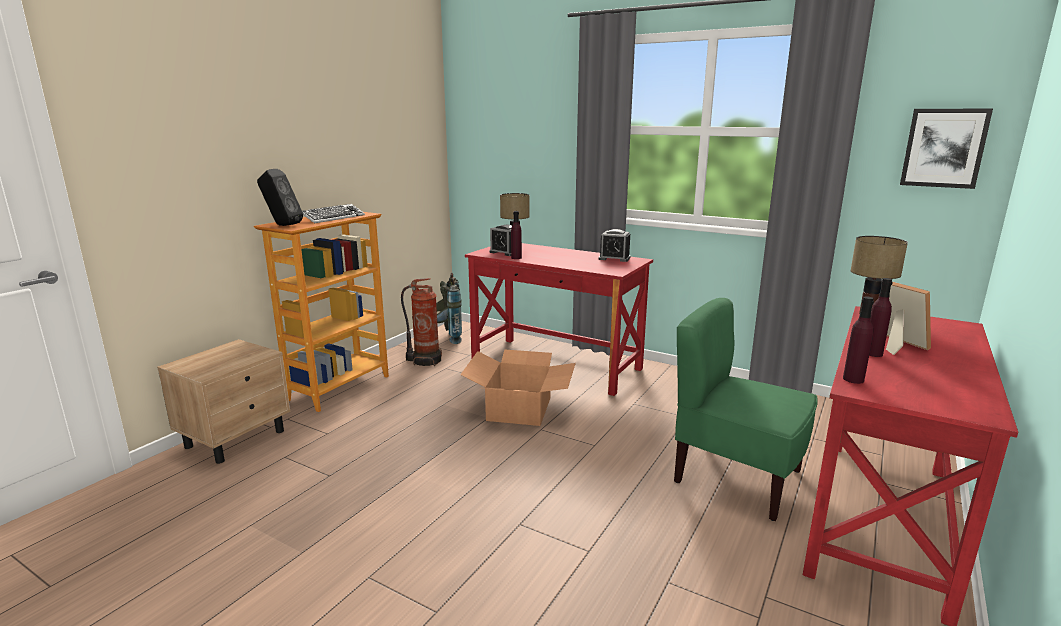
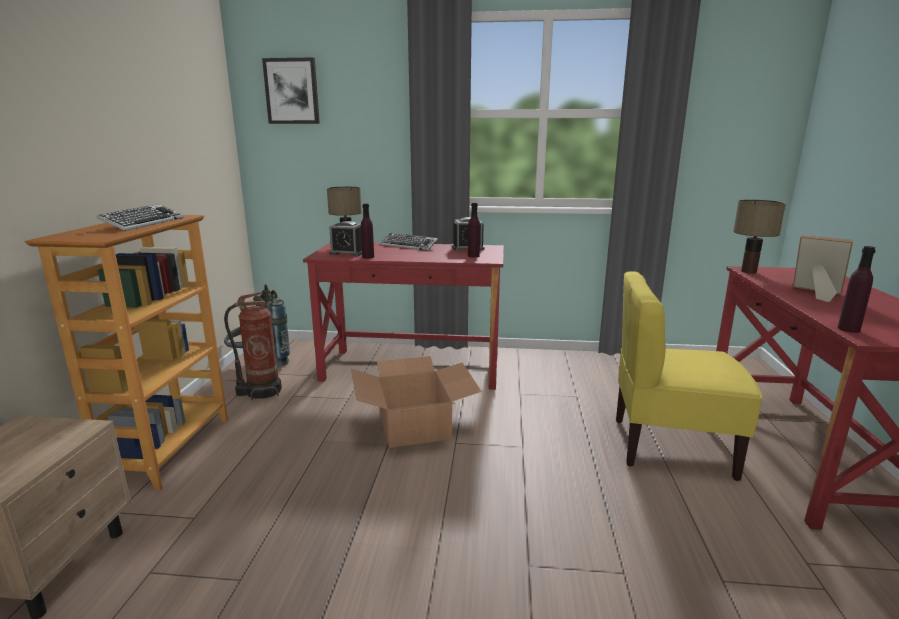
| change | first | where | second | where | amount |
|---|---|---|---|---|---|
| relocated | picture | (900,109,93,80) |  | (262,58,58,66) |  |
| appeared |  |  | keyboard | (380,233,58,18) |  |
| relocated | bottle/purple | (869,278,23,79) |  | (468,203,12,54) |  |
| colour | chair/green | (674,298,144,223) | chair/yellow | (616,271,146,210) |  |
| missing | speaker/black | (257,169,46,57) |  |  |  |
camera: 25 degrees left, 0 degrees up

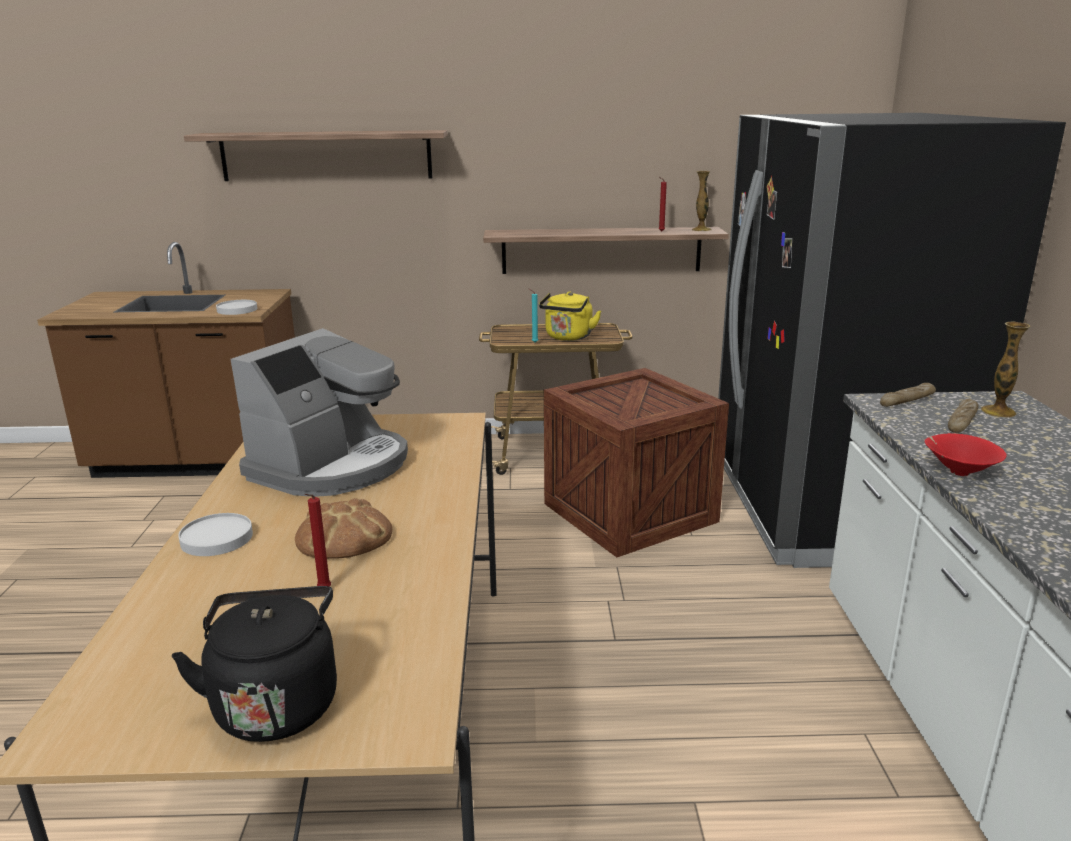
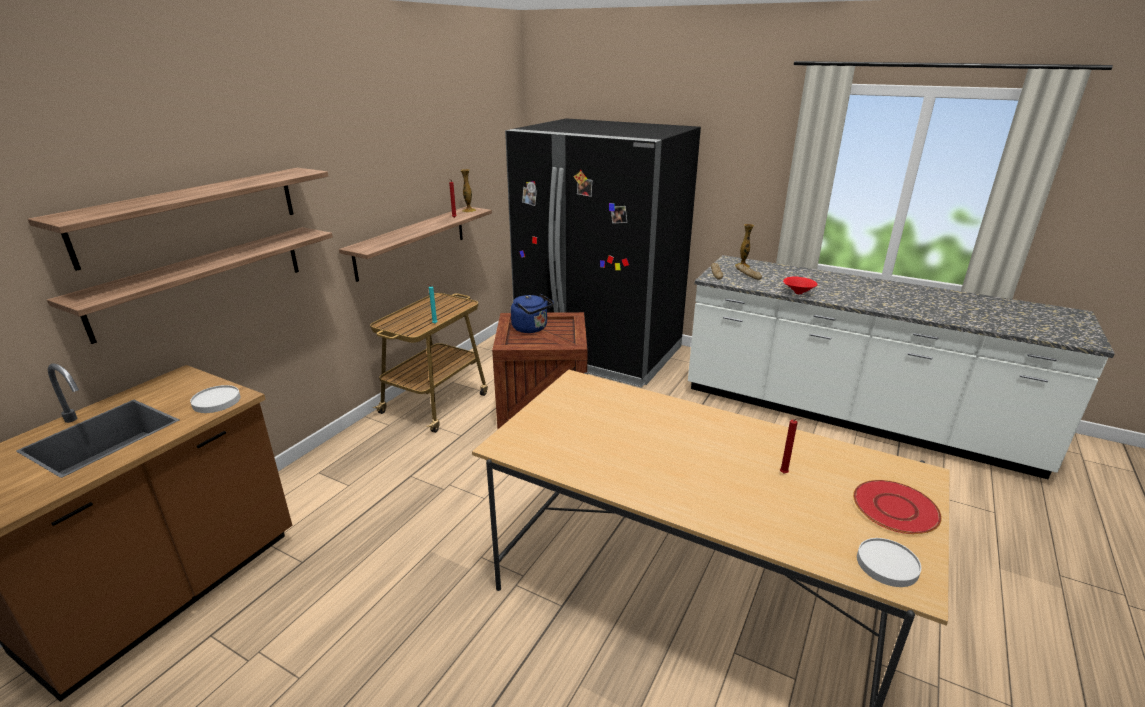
| change | first | where | second | where | amount |
|---|---|---|---|---|---|
| appeared |  |  | shelf | (47,227,286,117) |  |
| appeared |  |  | kettle/blue | (511,294,43,39) |  |
| exchanged | kettle/black | (172,586,165,156) | plate/red | (853,480,89,54) |  |
| relocated | plate/white | (178,513,75,43) |  | (857,538,64,49) |  |
| missing | coffee machine | (231,328,177,169) |  |  |  |
| missing | bread | (295,498,97,61) |  |  |  |
| missing | kettle/yellow | (539,291,62,50) |  |  |  |
camera: 60 degrees left, 5 degrees up

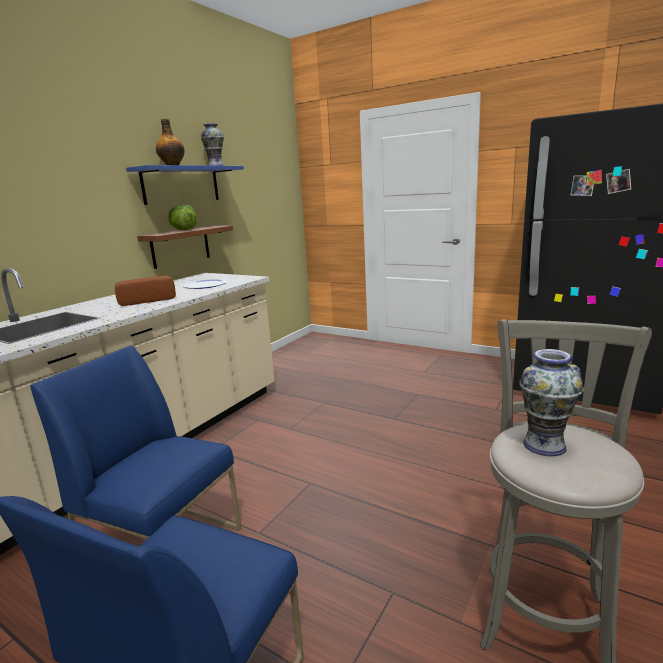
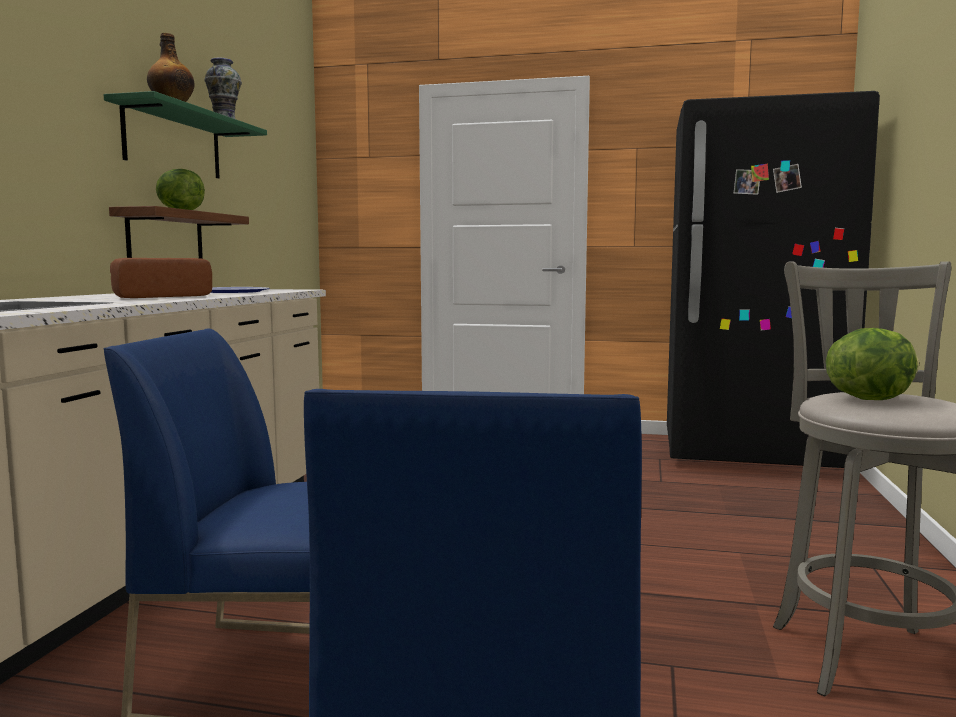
| change | first | where | second | where | amount |
|---|---|---|---|---|---|
| colour | shelf/blue | (126,165,118,40) | shelf/green | (104,91,163,88) |  |
| exchanged | vase | (519,349,65,107) | lettuce | (826,328,93,72) |  |
camera: 20 degrees left, 10 degrees down

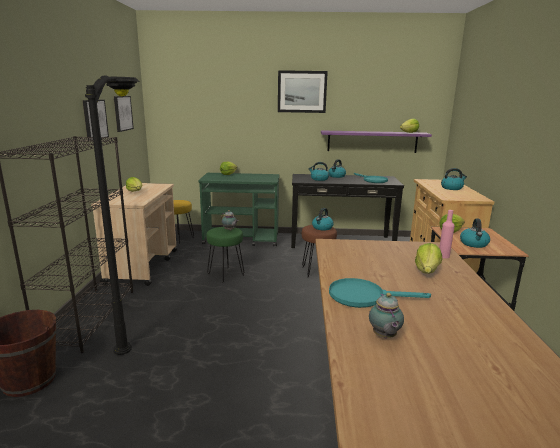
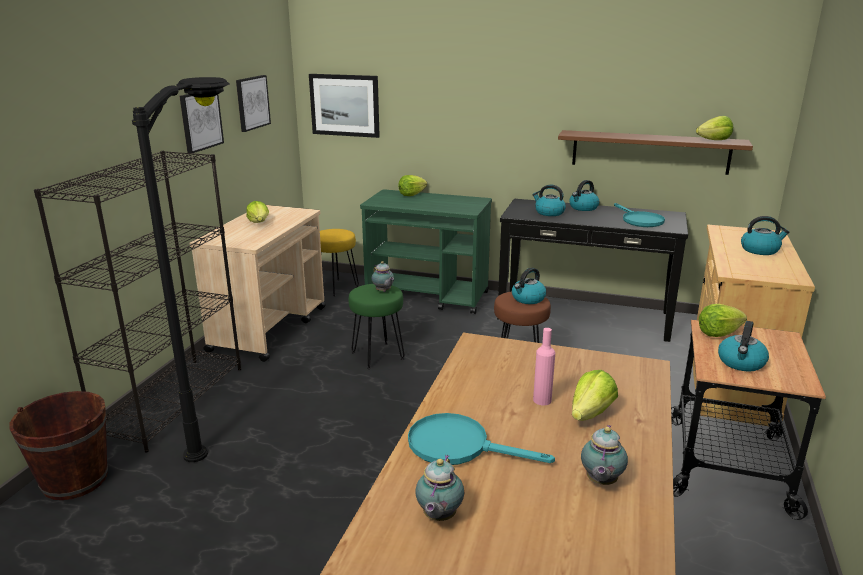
| change | first | where | second | where | amount |
|---|---|---|---|---|---|
| relocated | picture | (278,70,50,43) |  | (309,74,71,64) |  |
| relocated | bottle/pink | (439,210,16,48) |  | (533,328,22,77) |  |
| colour | shelf/purple | (321,130,111,23) | shelf/brown | (558,130,195,45) |  |
| appeared |  |  | teapot | (581,425,47,60) |  |
camera: 15 degrees right, 5 degrees up

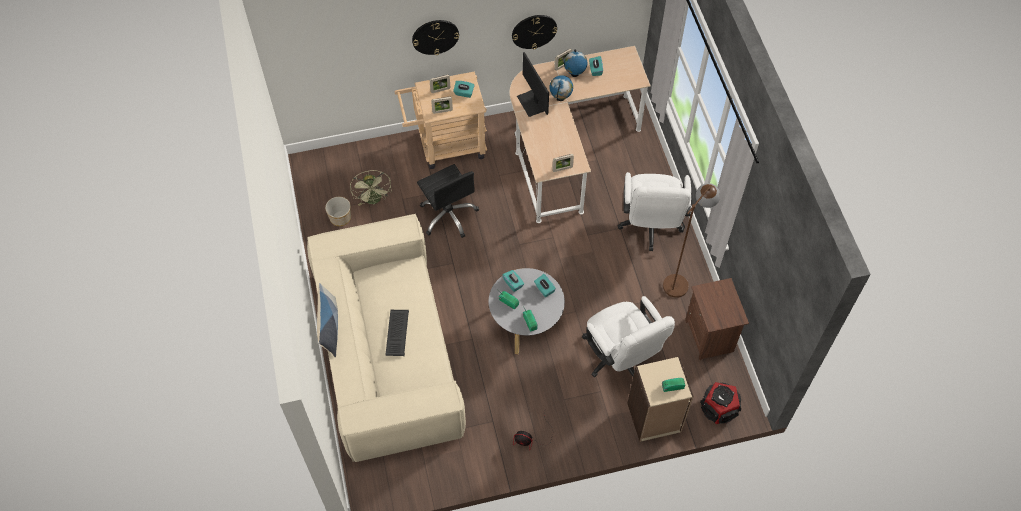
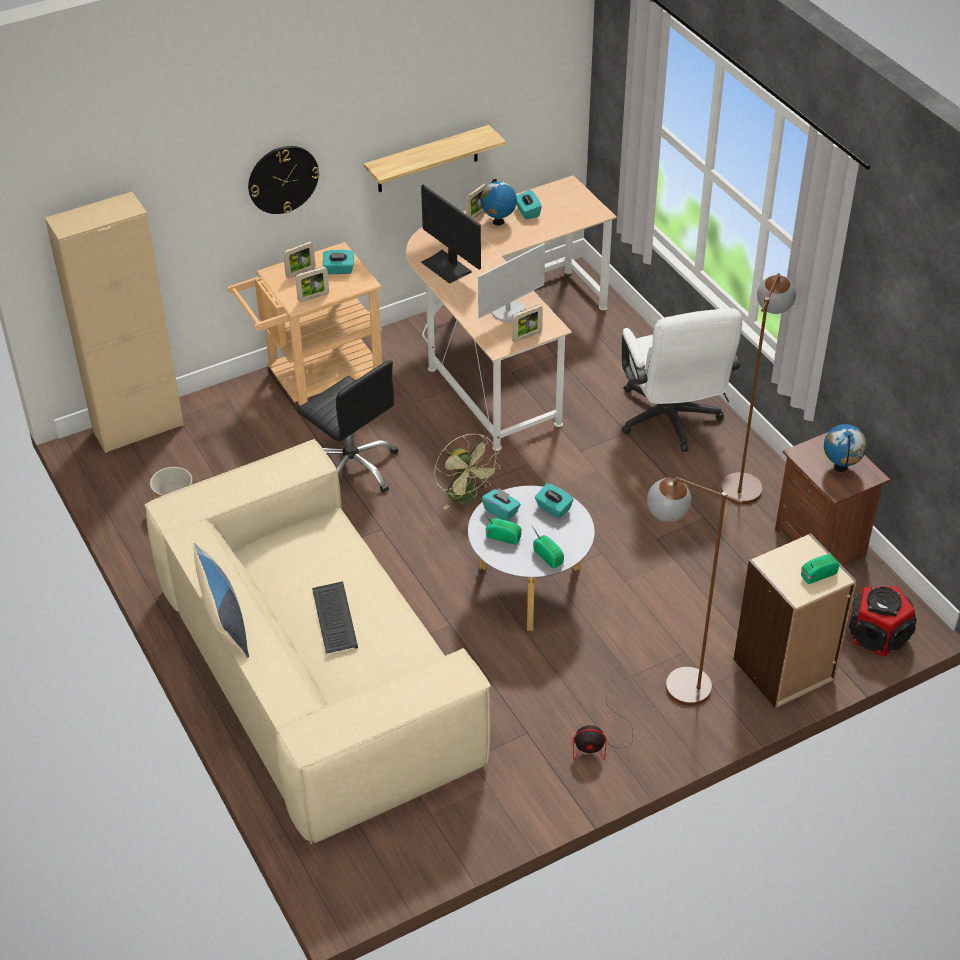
| change | first | where | second | where | amount |
|---|---|---|---|---|---|
| appeared |  |  | cabinet/beige | (45,192,139,261) |  |
| exchanged | wall clock | (512,15,45,34) | shelf | (364,125,142,67) |  |
| relocated | fan/green | (350,170,41,36) |  | (434,434,67,76) |  |
| appeared |  |  | monitor | (478,243,67,79) |  |
| appeared |  |  | floor lamp/brown | (647,477,96,229) |  |
| relocated | globe | (550,75,23,26) |  | (824,424,43,48) |  |
| missing | office chair/white | (582,296,93,82) |  |  |  |
camera: 15 degrees left, 15 degrees down

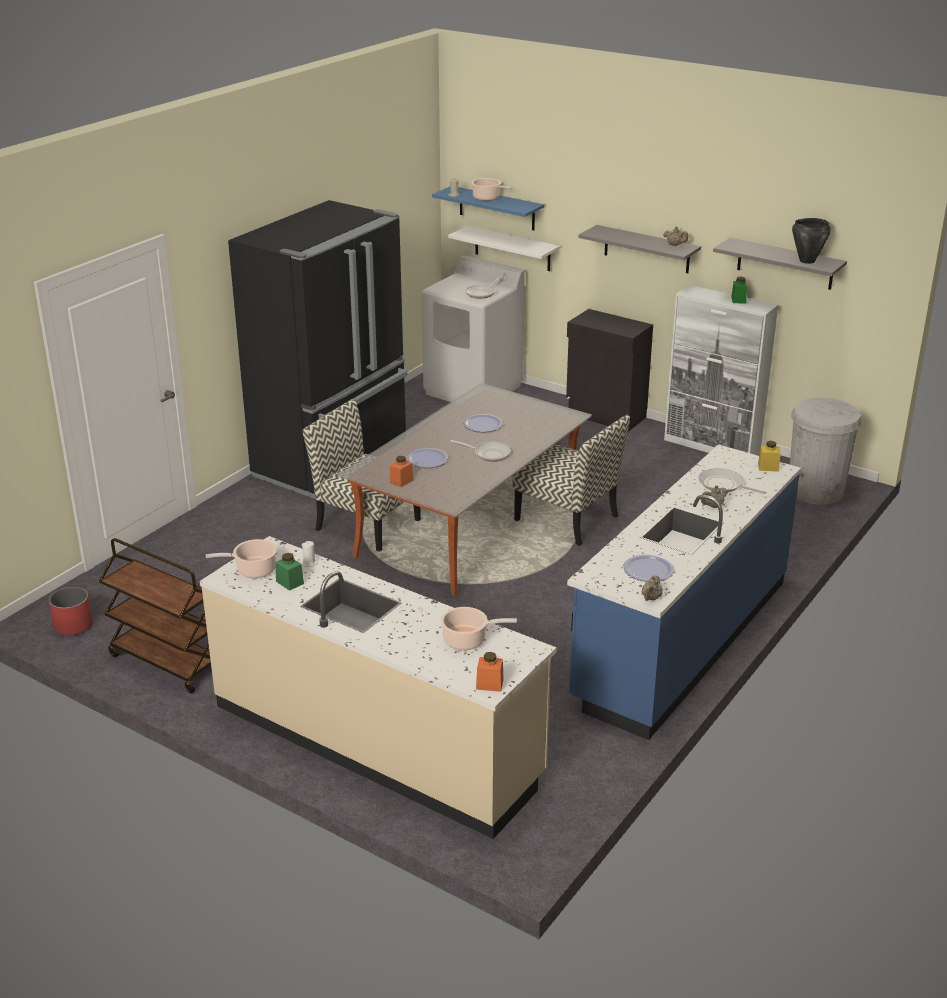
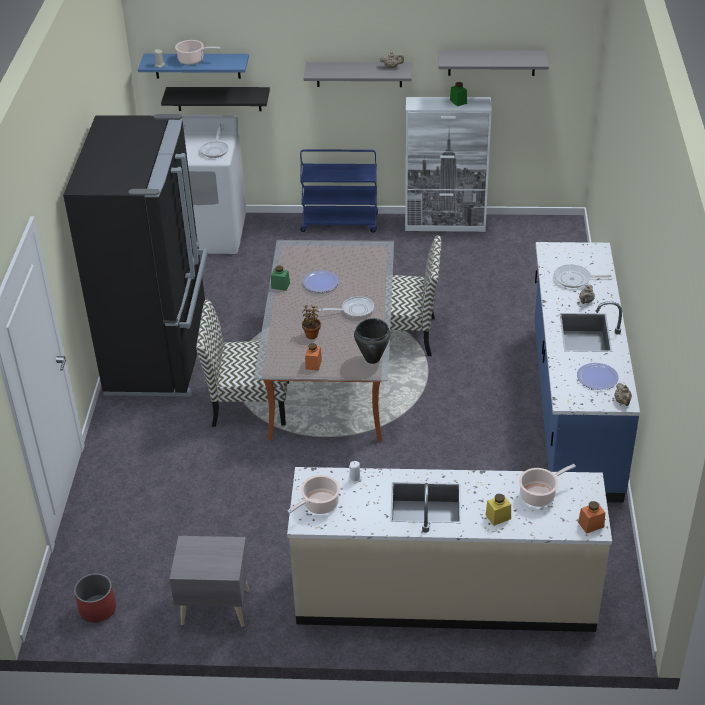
| change | first | where | second | where | amount |
|---|---|---|---|---|---|
| colour | shelf/white | (448,226,112,45) | shelf/black | (161,87,109,24) |  |
| exchanged | cart/brown | (99,538,112,155) | nightstand/grey | (170,536,80,91) |  |
| relocated | jar/green | (275,553,29,38) |  | (271,265,19,26) |  |
| exchanged | cabinet/black | (566,309,87,123) | cart/blue | (300,149,78,84) |  |
| exchanged | plate | (407,448,41,20) | potted plant | (302,305,19,34) |  |
| relocated | cooking pot/black | (792,218,39,46) |  | (354,318,36,46) |  |
| relocated | jar/yellow | (758,441,23,31) |  | (485,494,26,32) |  |
| missing | trash can/white | (790,398,72,107) |  |  |  |
camera: 30 degrees left, 10 degrees up

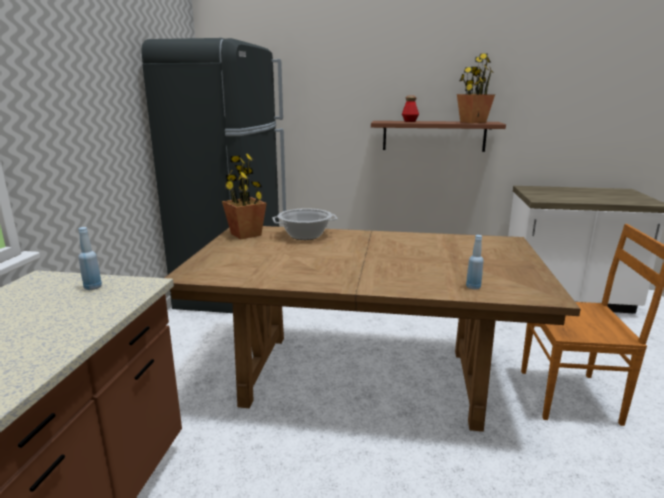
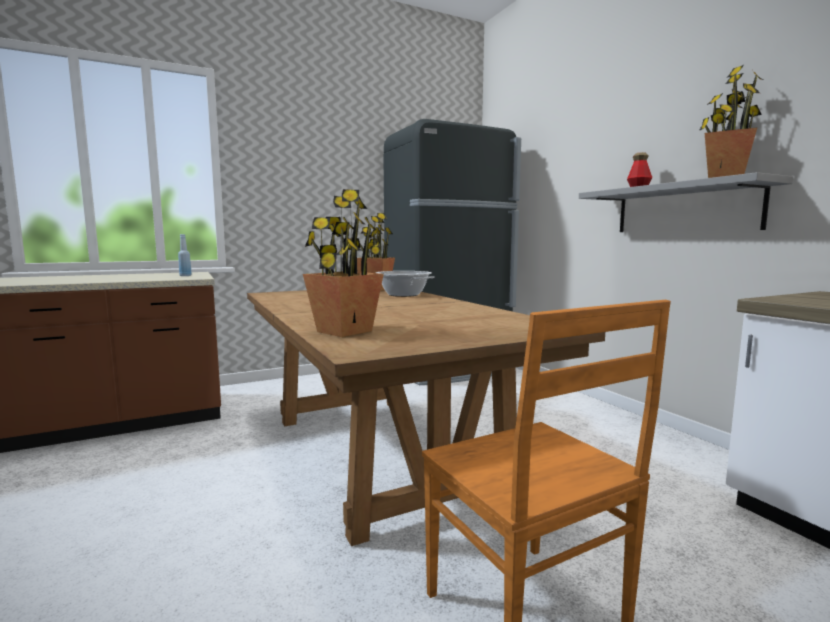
| change | first | where | second | where | amount |
|---|---|---|---|---|---|
| exchanged | bottle/blue | (466,235,18,55) | potted plant | (303,189,81,148) |  |
| colour | shelf/brown | (371,121,135,31) | shelf/grey | (579,172,214,60) |  |
camera: 55 degrees right, 10 degrees down

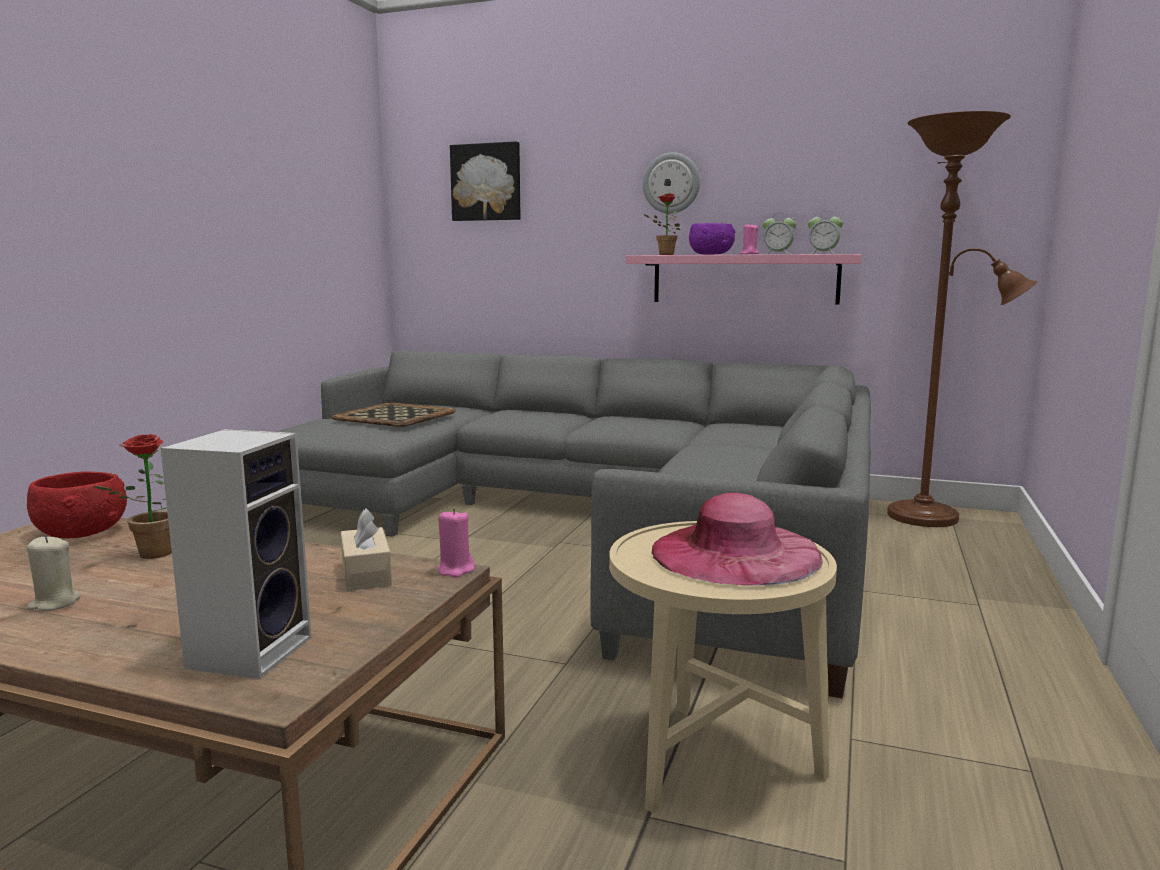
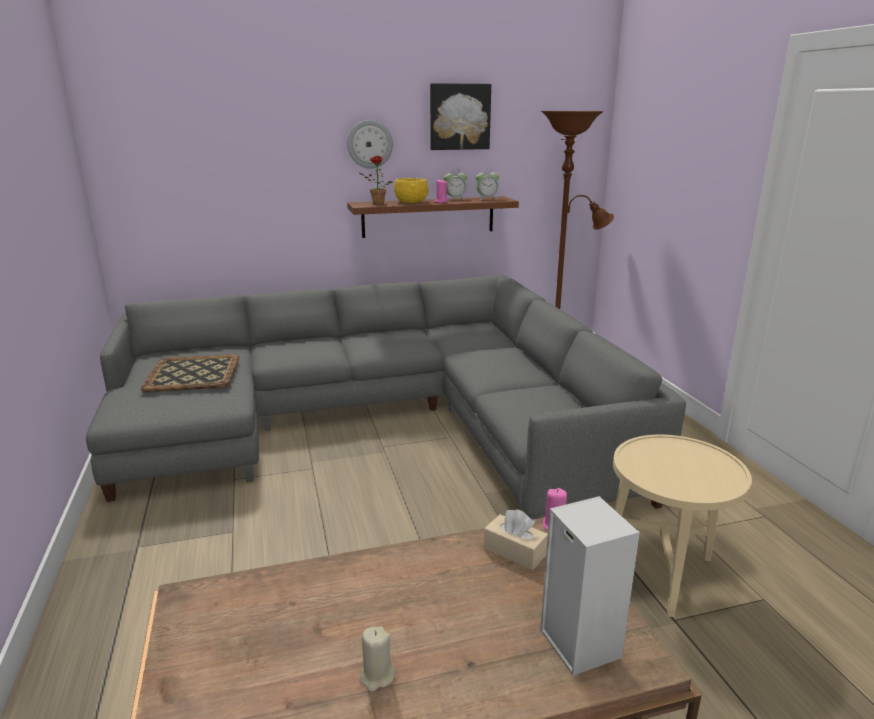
| change | first | where | second | where | amount |
|---|---|---|---|---|---|
| colour | shelf/pink | (626,254,236,51) | shelf/brown | (347,196,172,42) |  |
| colour | bowl/purple | (689,223,46,32) | bowl/yellow | (394,178,35,25) |  |
| relocated | picture | (450,141,71,80) |  | (430,83,61,67) |  |
| missing | bowl/red | (27,471,100,67) |  |  |  |
| missing | potted plant | (94,434,78,125) |  |  |  |
| missing | hat/pink | (652,493,171,92) |  |  |  |
camera: 35 degrees left, 10 degrees up

